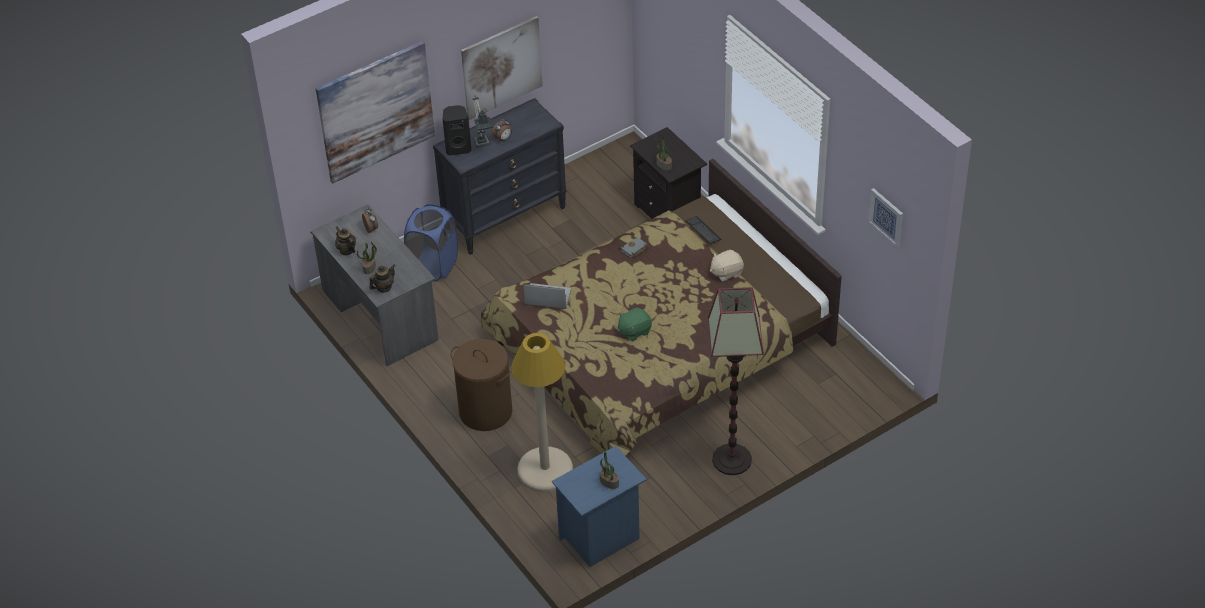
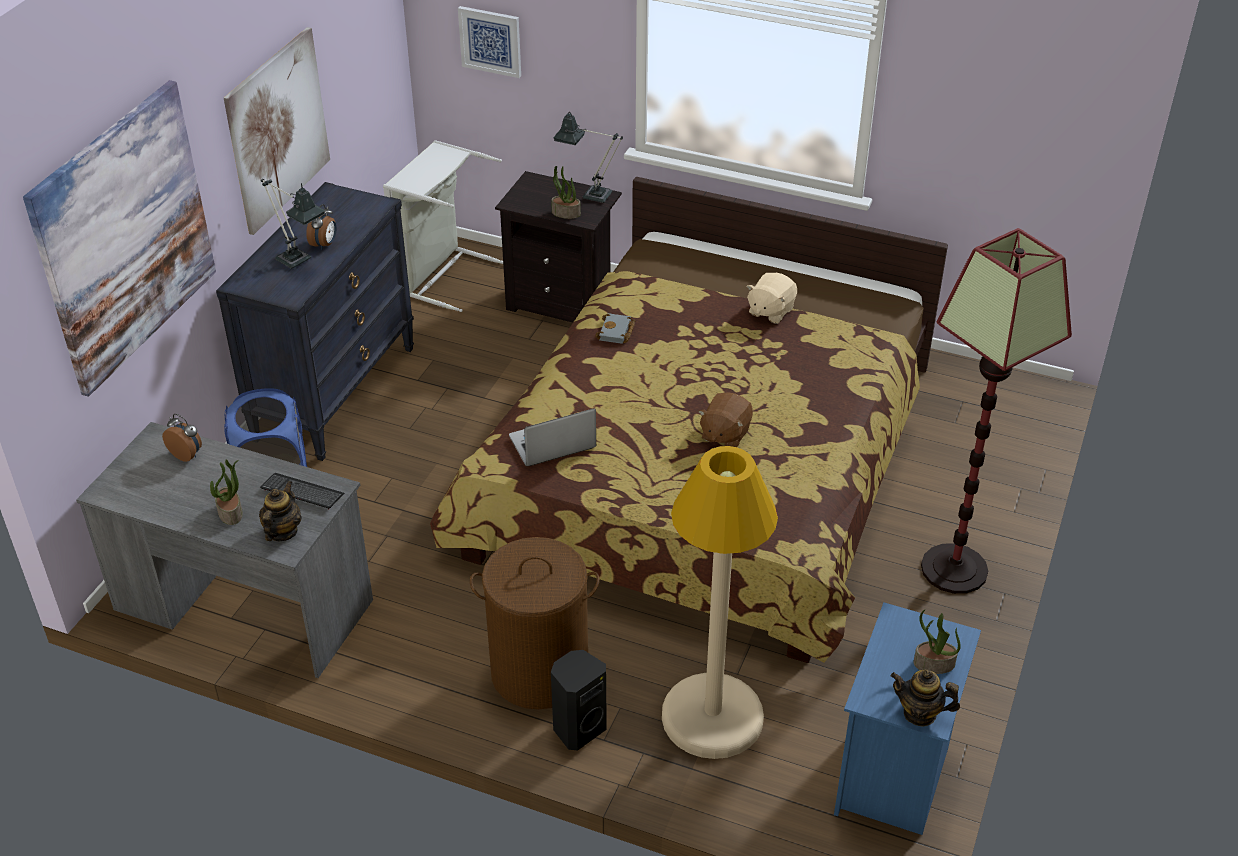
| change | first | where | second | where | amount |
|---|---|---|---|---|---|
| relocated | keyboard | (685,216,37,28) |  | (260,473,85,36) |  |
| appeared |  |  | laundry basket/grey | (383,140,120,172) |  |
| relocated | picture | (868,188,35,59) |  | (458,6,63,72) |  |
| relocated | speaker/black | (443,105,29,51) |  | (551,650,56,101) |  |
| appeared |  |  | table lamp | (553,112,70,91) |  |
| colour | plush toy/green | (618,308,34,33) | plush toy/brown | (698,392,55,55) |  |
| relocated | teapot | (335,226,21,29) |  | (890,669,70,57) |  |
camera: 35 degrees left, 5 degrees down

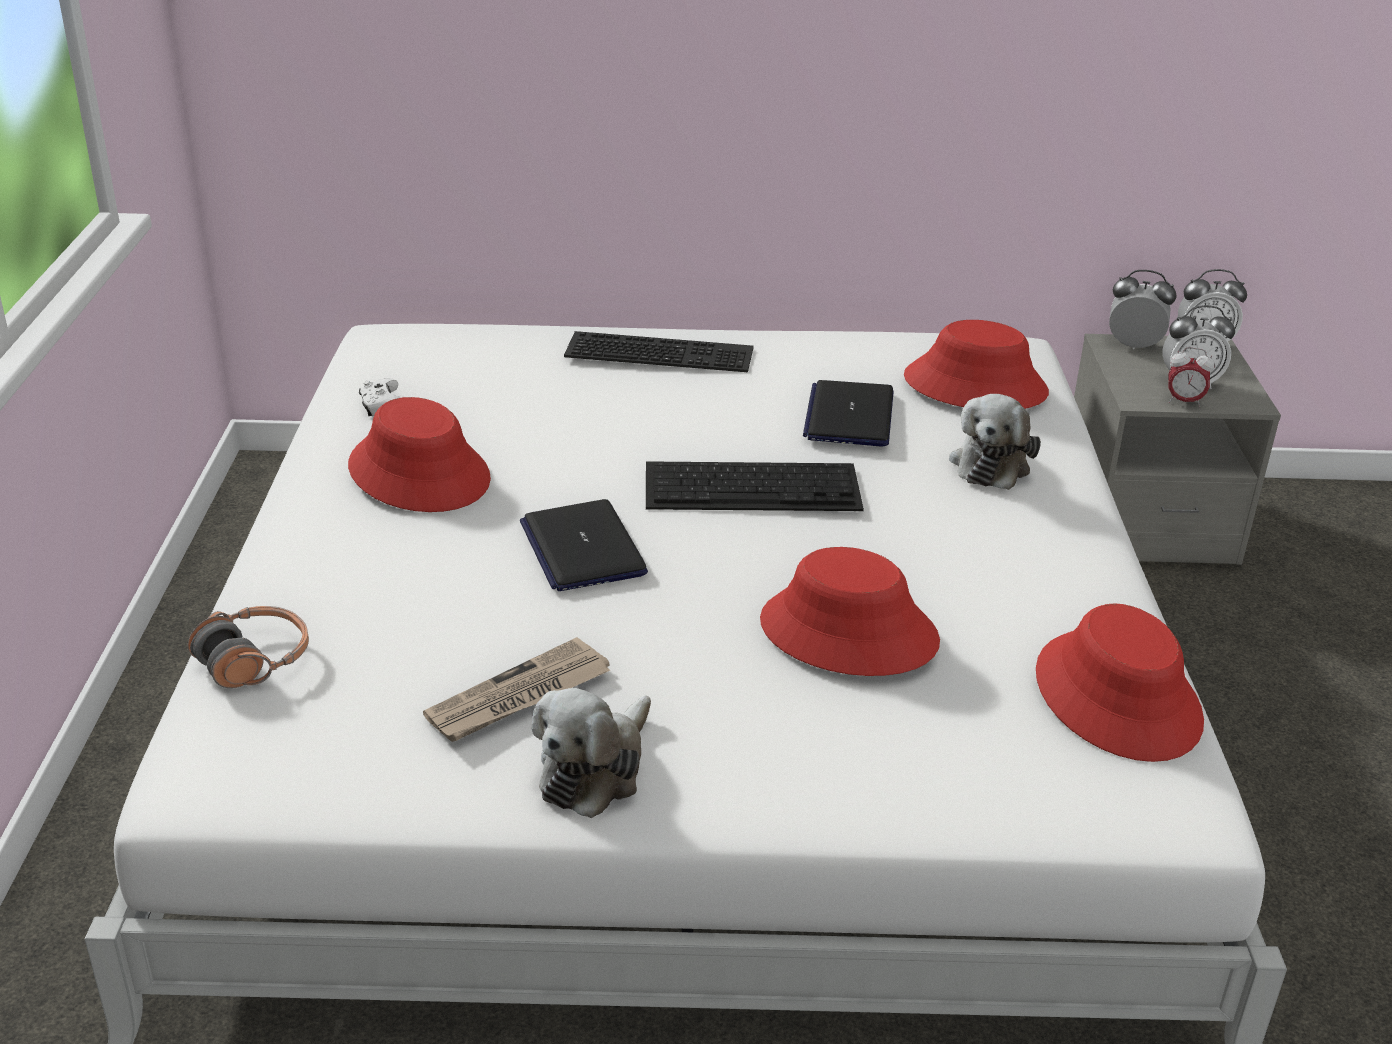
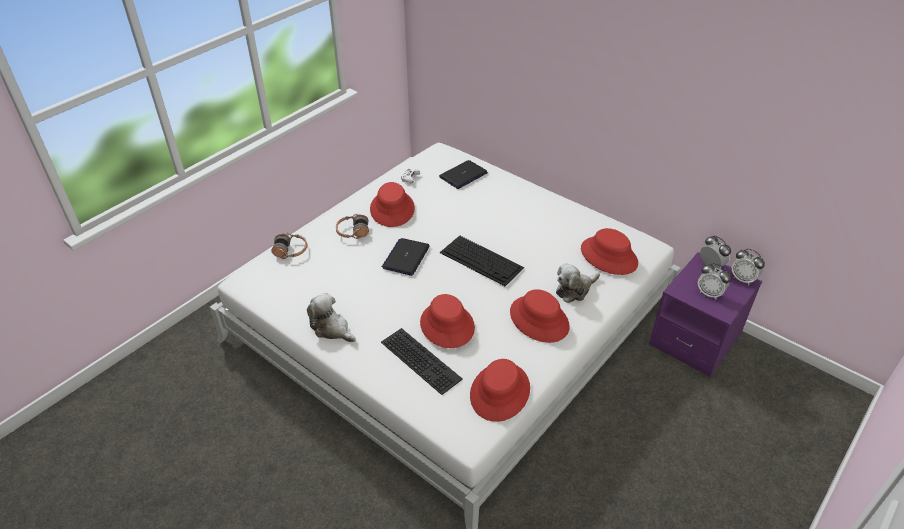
| change | first | where | second | where | amount |
|---|---|---|---|---|---|
| spun | plush toy | (532,688,119,130) |  | (307,293,49,49) | 60 degrees clockwise |
| appeared |  |  | headphones | (336,214,33,25) |  |
| relocated | keyboard | (564,331,190,41) |  | (381,328,82,67) |  |
| relocated | laptop | (803,380,91,67) |  | (439,160,49,29) |  |
| appeared |  |  | hat/red | (510,289,60,54) |  |
| colour | nightstand/grey | (1074,334,207,231) | nightstand/purple | (649,252,113,125) |  |
| missing | newspaper | (423,637,187,105) |  |  |  |
| missing | alarm clock | (1168,347,47,60) |  |  |  |
camera: 40 degrees right, 10 degrees up

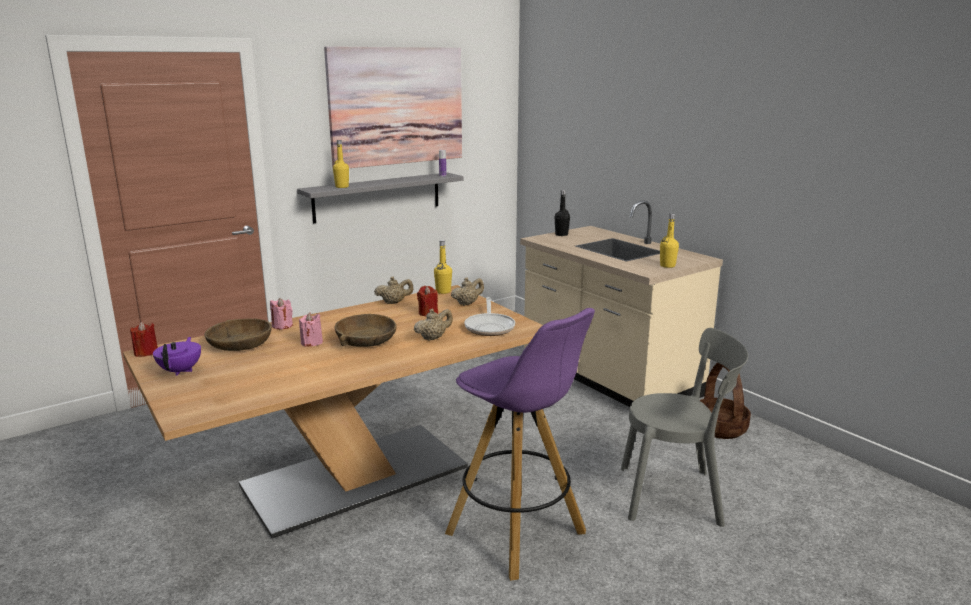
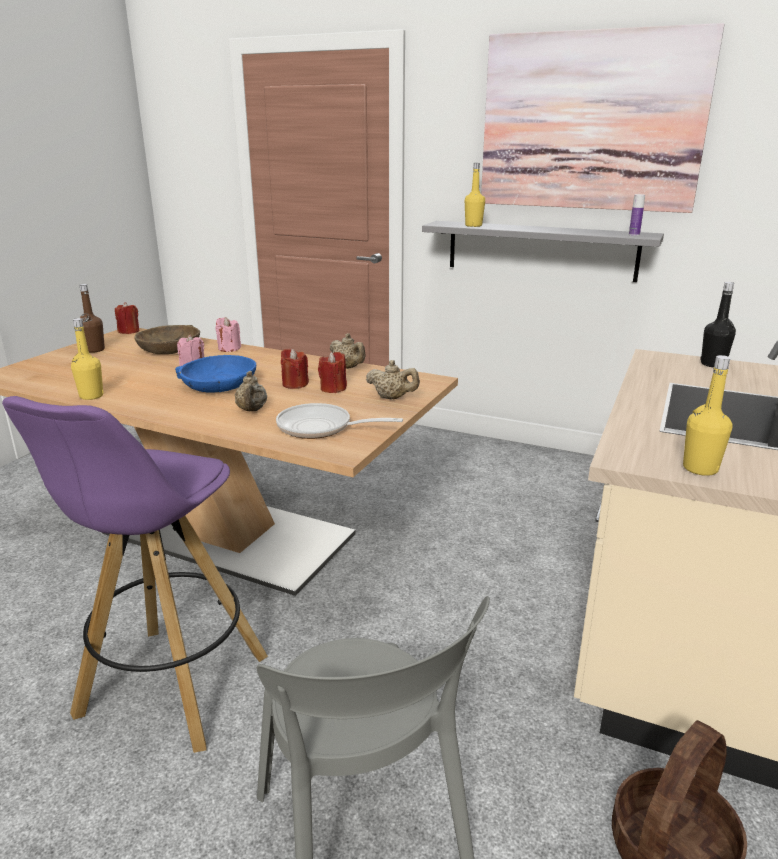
| change | first | where | second | where | amount |
|---|---|---|---|---|---|
| relocated | bottle/yellow | (434,240,18,54) |  | (71,318,32,82) |  |
| exchanged | teapot/purple | (153,337,48,39) | bottle/brown | (80,284,25,69) |  |
| colour | bowl/brown | (335,314,62,33) | bowl/blue | (175,355,81,37) |  |
| spun | teapot/beige | (414,309,39,32) |  | (235,371,32,40) | 60 degrees clockwise |
| spun | frying pan | (464,297,51,39) |  | (276,403,127,36) | 45 degrees clockwise |
| appeared |  |  | candle/red | (281,349,28,40) |  |
camera: 60 degrees right, 5 degrees up

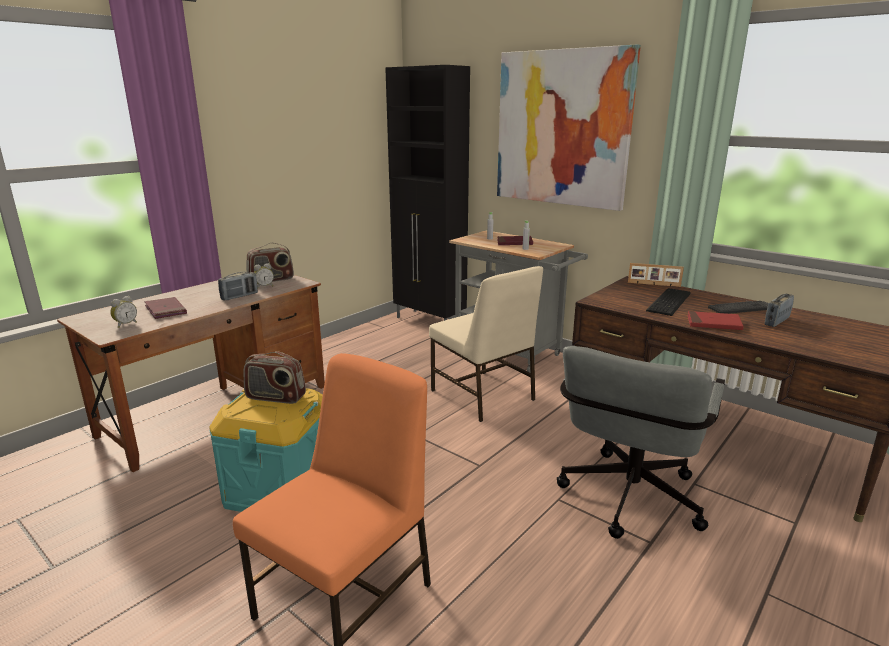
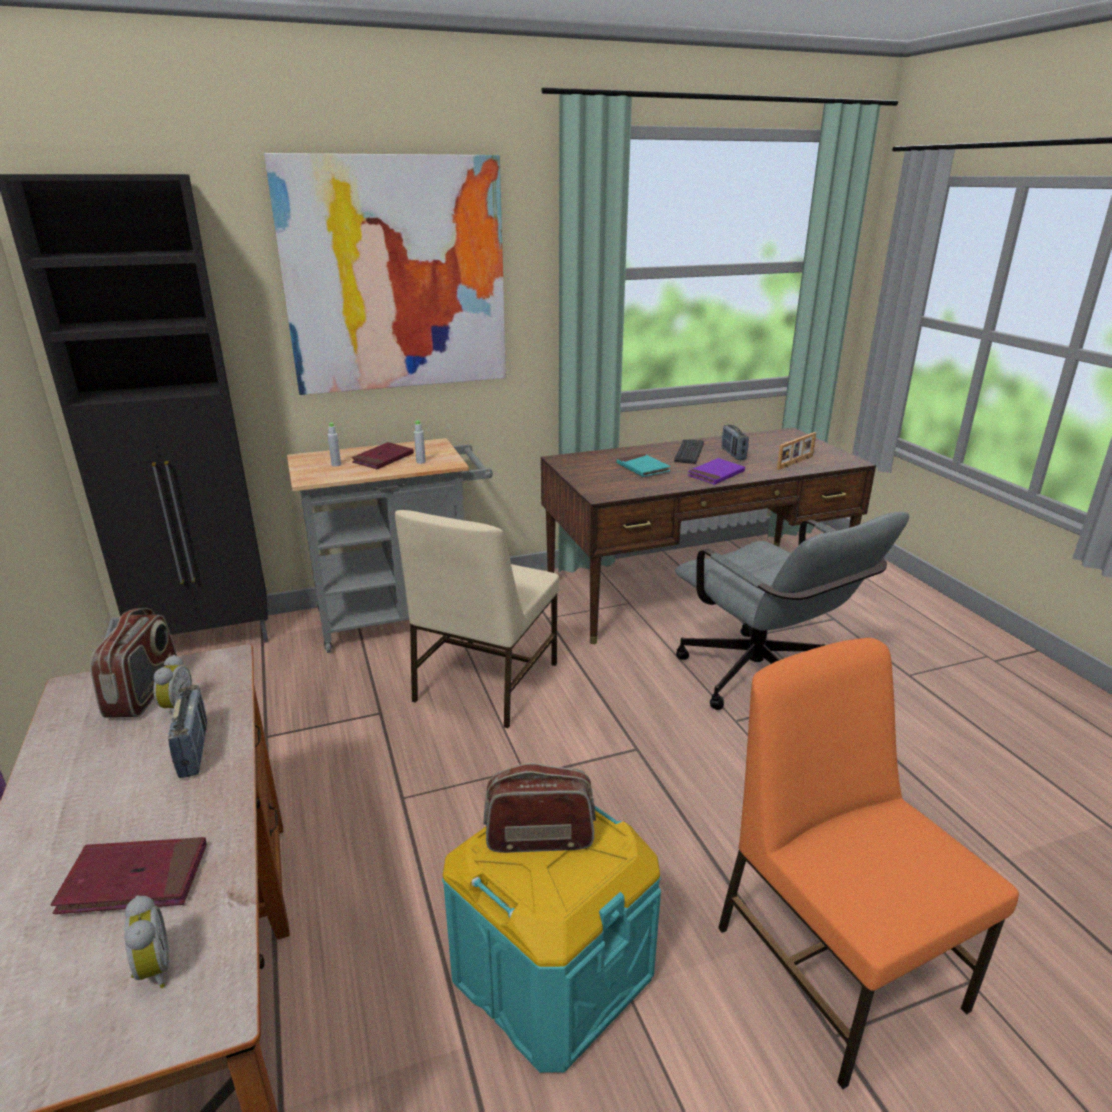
| change | first | where | second | where | amount |
|---|---|---|---|---|---|
| spun | chair/beige | (429,266,114,156) |  | (395,510,164,218) | 120 degrees clockwise |
| spun | radio | (244,351,62,53) |  | (483,763,113,90) | 135 degrees counterclockwise |
| exchanged | keyboard | (646,288,45,28) | book/turquoise | (617,453,54,24) |  |
| colour | book/red | (687,311,57,19) | book/purple | (688,458,57,27) |  |
| relocated | picture frame | (628,263,56,24) |  | (777,432,39,38) |  |
camera: 60 degrees left, 5 degrees up

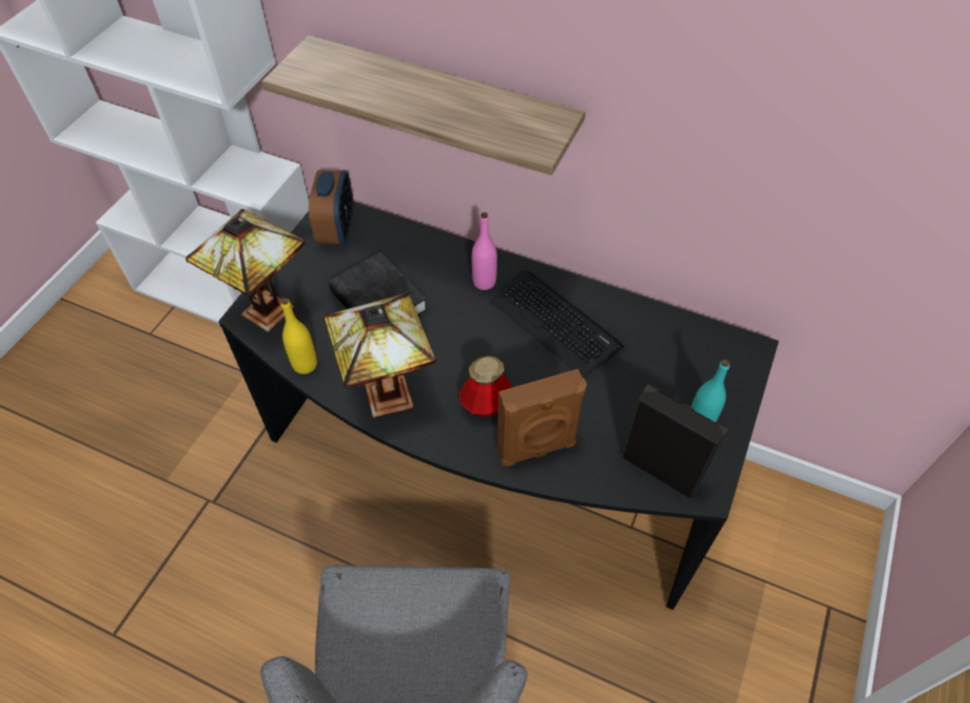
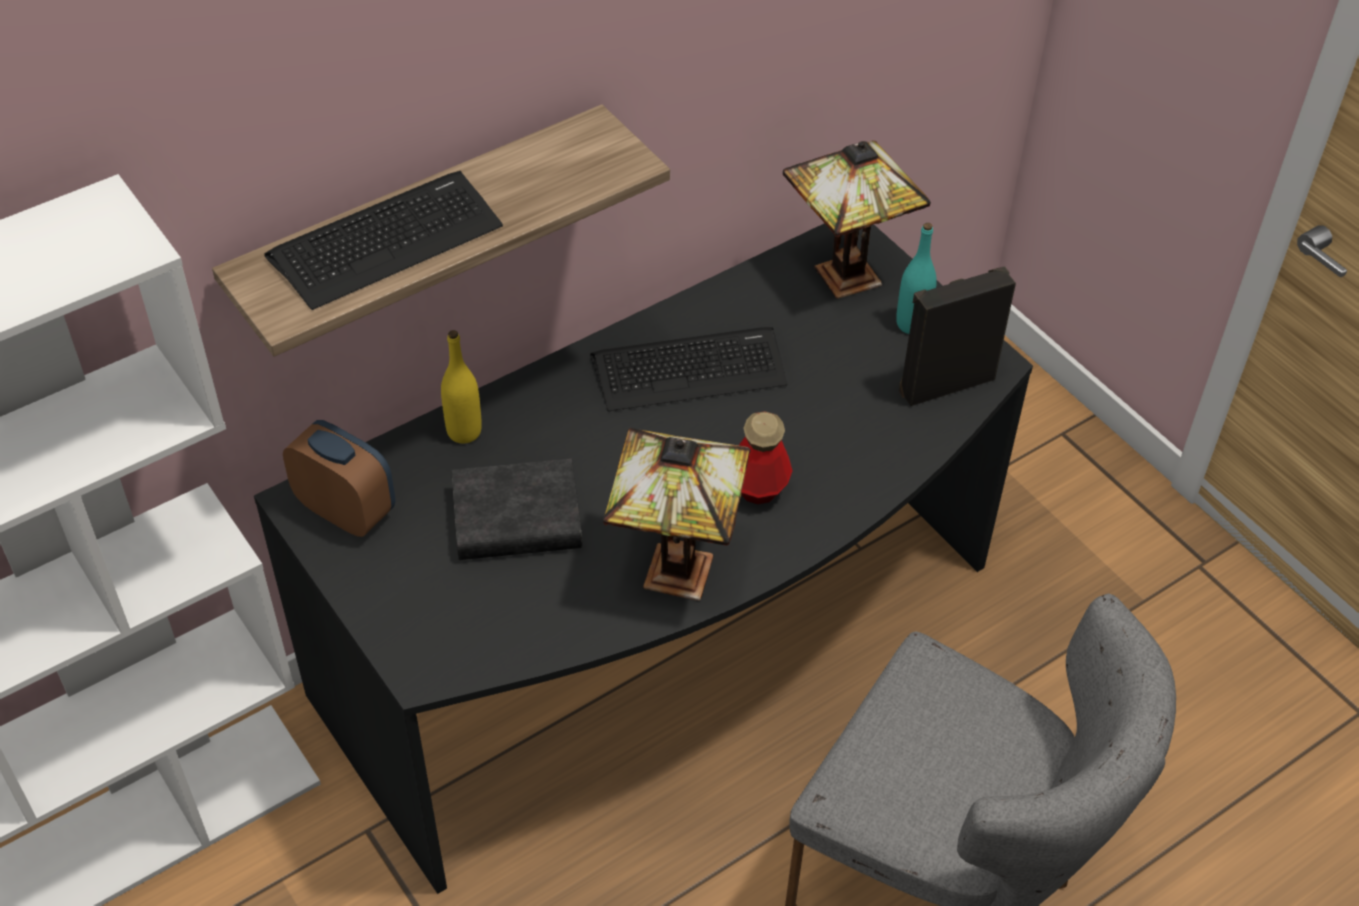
| change | first | where | second | where | amount |
|---|---|---|---|---|---|
| appeared |  |  | keyboard | (264,171,239,139) |  |
| relocated | bottle/yellow | (281,298,36,76) |  | (441,330,41,114) |  |
| relocated | table lamp | (186,209,120,123) |  | (783,140,148,159) |  |
| missing | bottle/pink | (472,212,25,78) |  |  |  |
| missing | speaker/brown | (497,369,90,97) |  |  |  |
camera: 60 degrees left, 5 degrees down

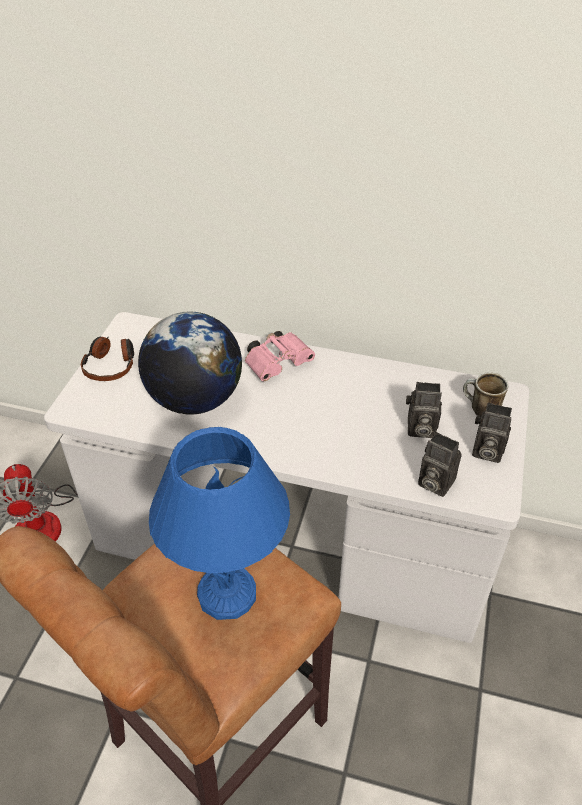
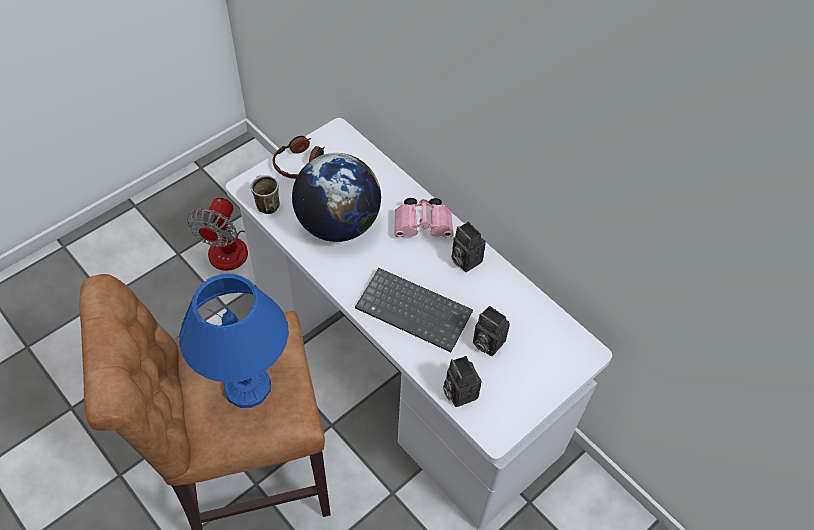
| change | first | where | second | where | amount |
|---|---|---|---|---|---|
| relocated | mug | (463,372,45,44) |  | (251,175,29,39) |  |
| appeared |  |  | keyboard | (355,268,118,84) |  |
| relocated | photo camera | (472,402,40,61) |  | (451,222,34,50) |  |
camera: 30 degrees right, 10 degrees up

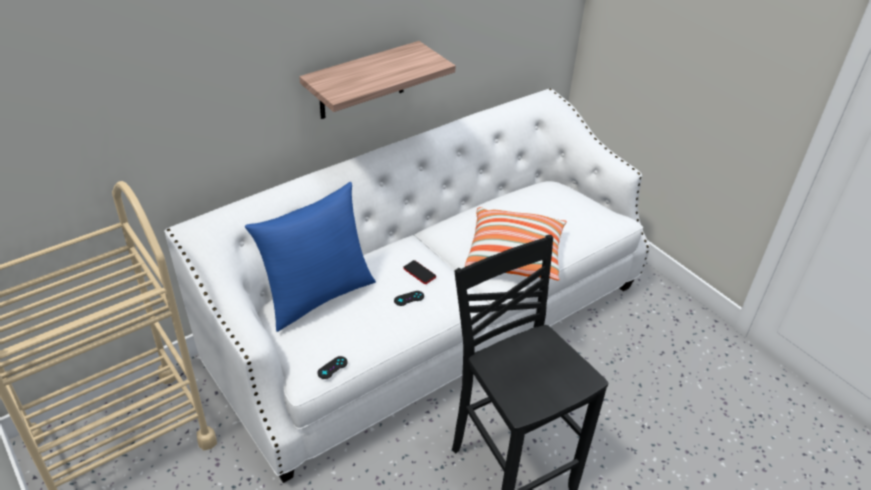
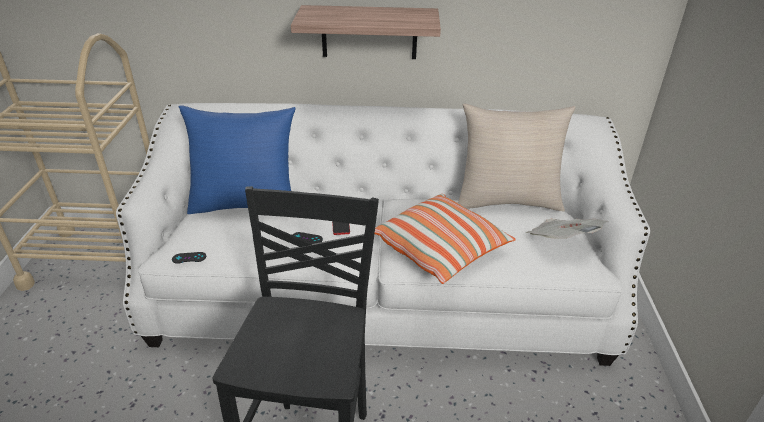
| change | first | where | second | where | amount |
|---|---|---|---|---|---|
| appeared |  |  | pillow/beige | (458,104,117,108) |  |
| appeared |  |  | newspaper | (526,218,83,21) |  |
camera: 40 degrees right, 5 degrees down

